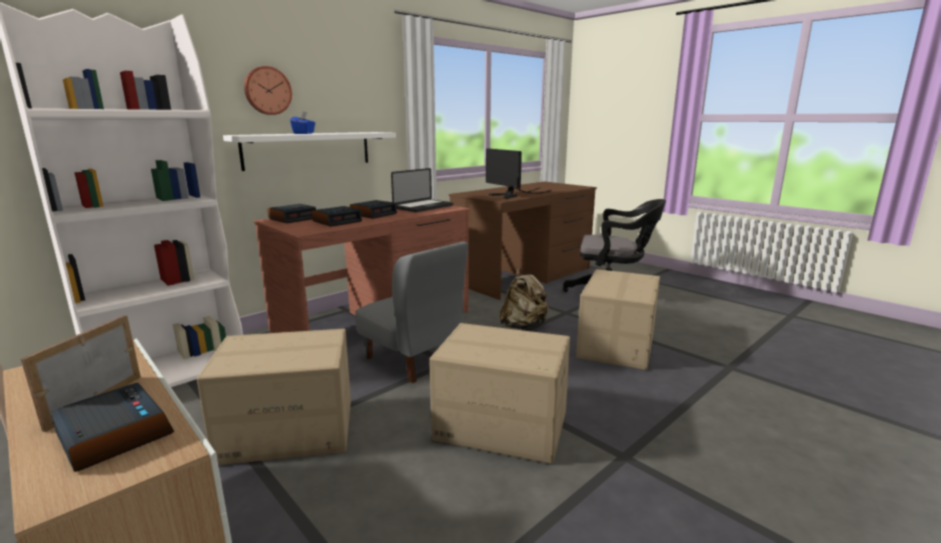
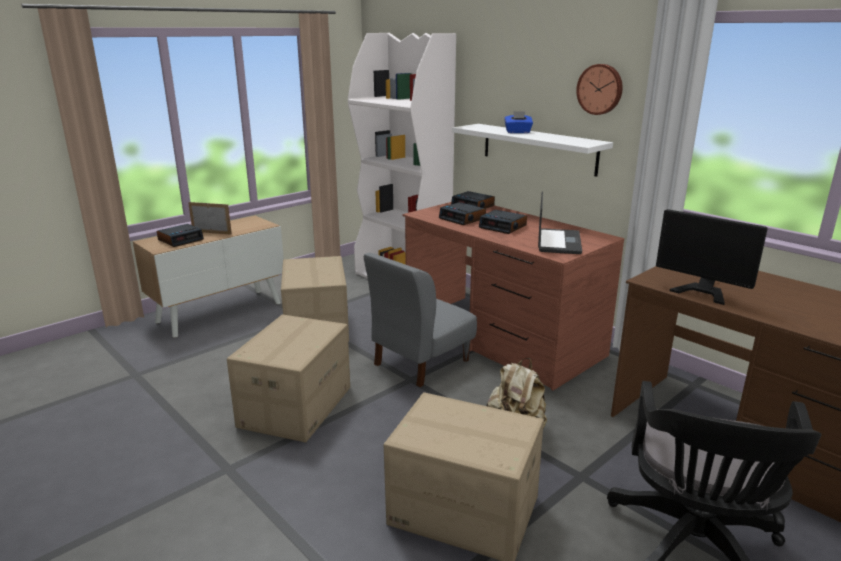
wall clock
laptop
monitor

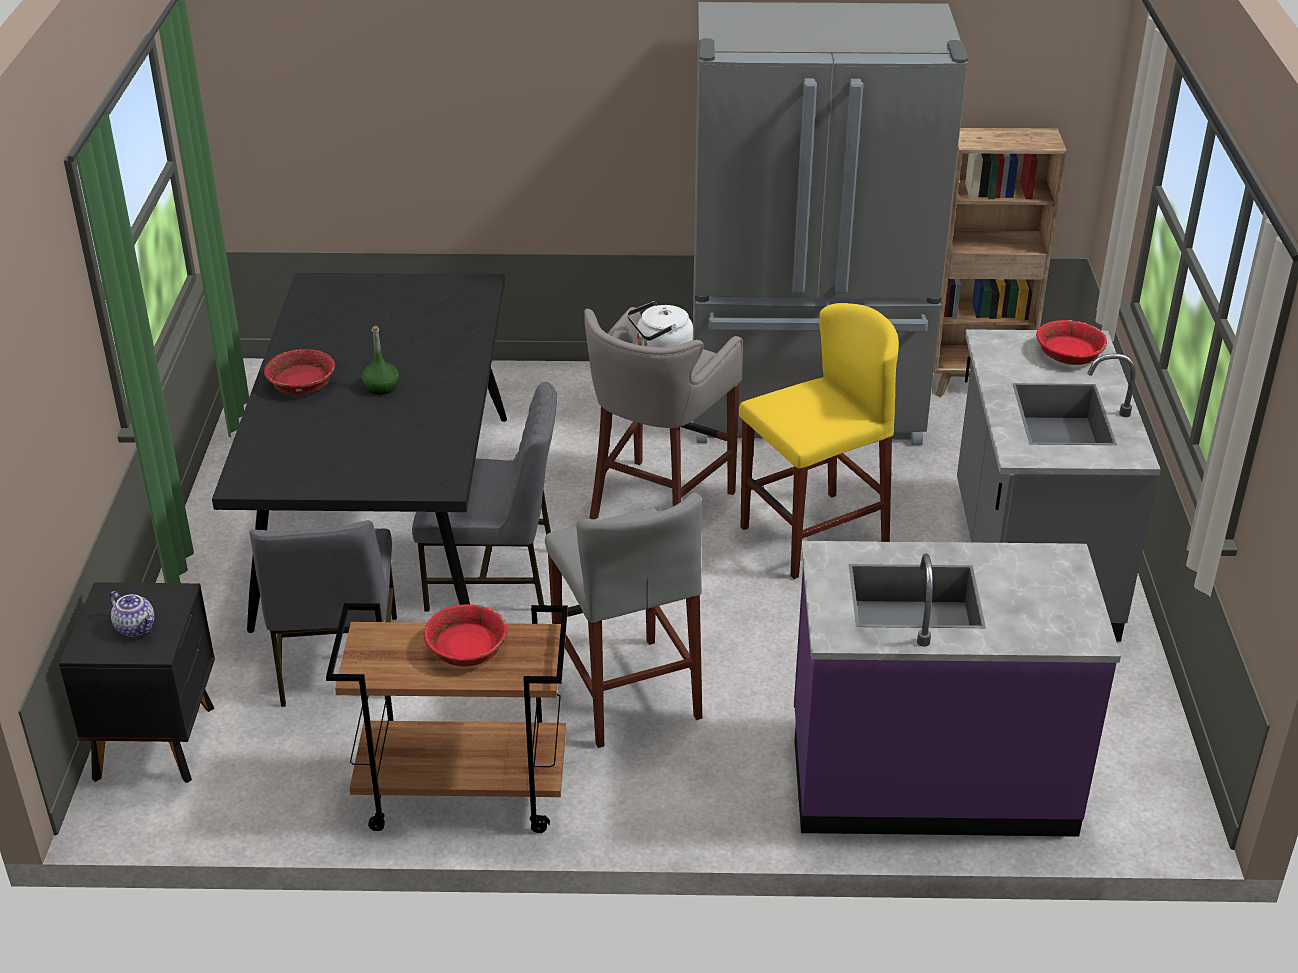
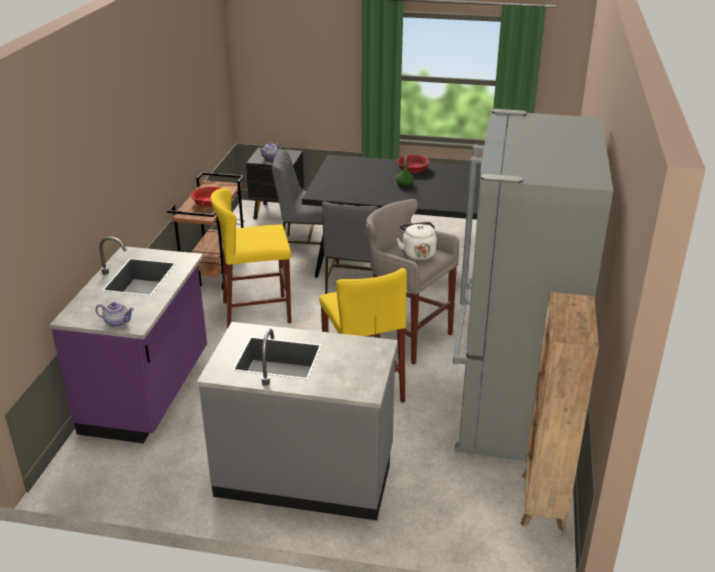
red bowl (3rd from left in the first image)
teapot (1st from left)
yellow stool (1st from left)

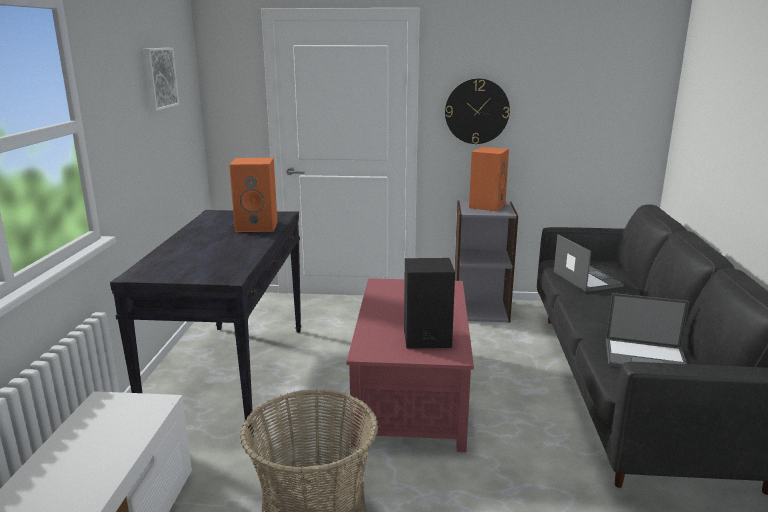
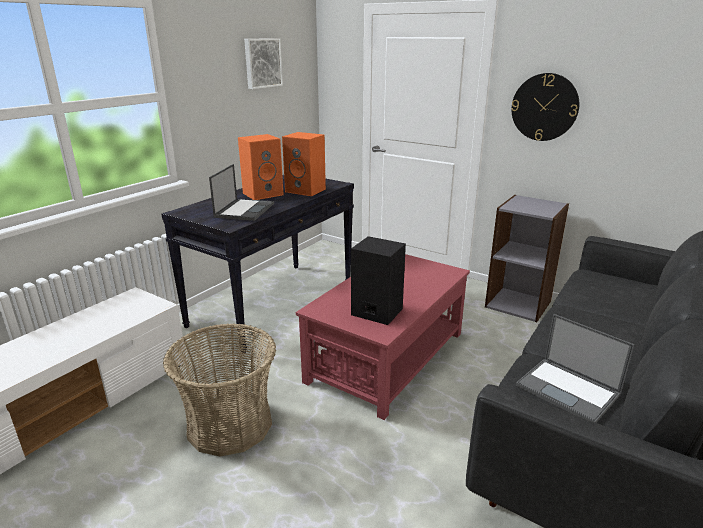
orange speaker (1st from left)
laptop (1st from left)

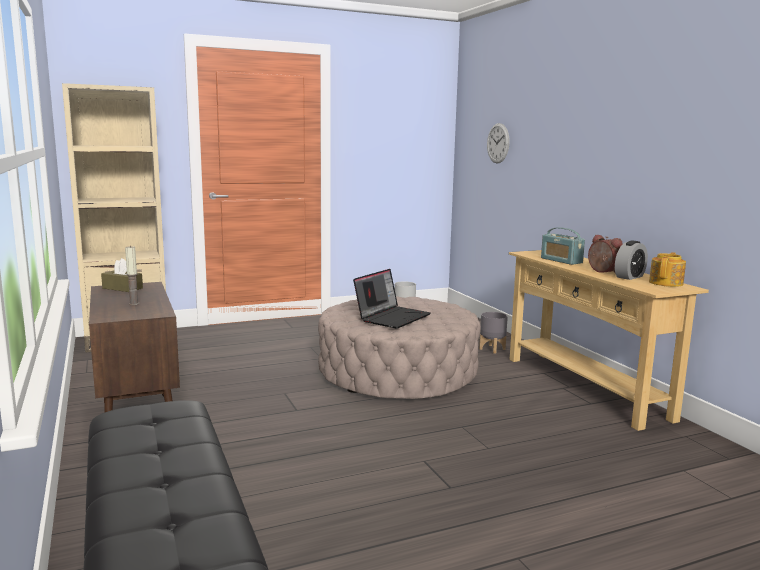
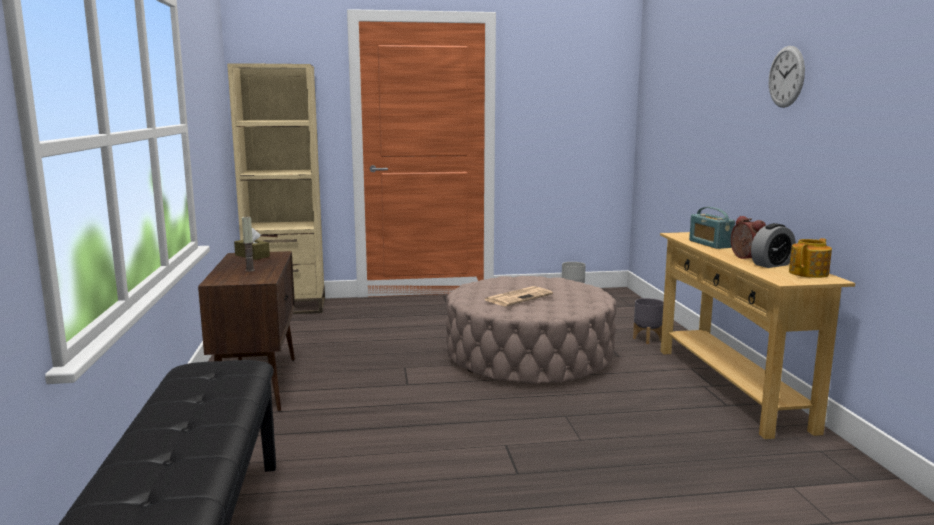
wall clock
newspaper

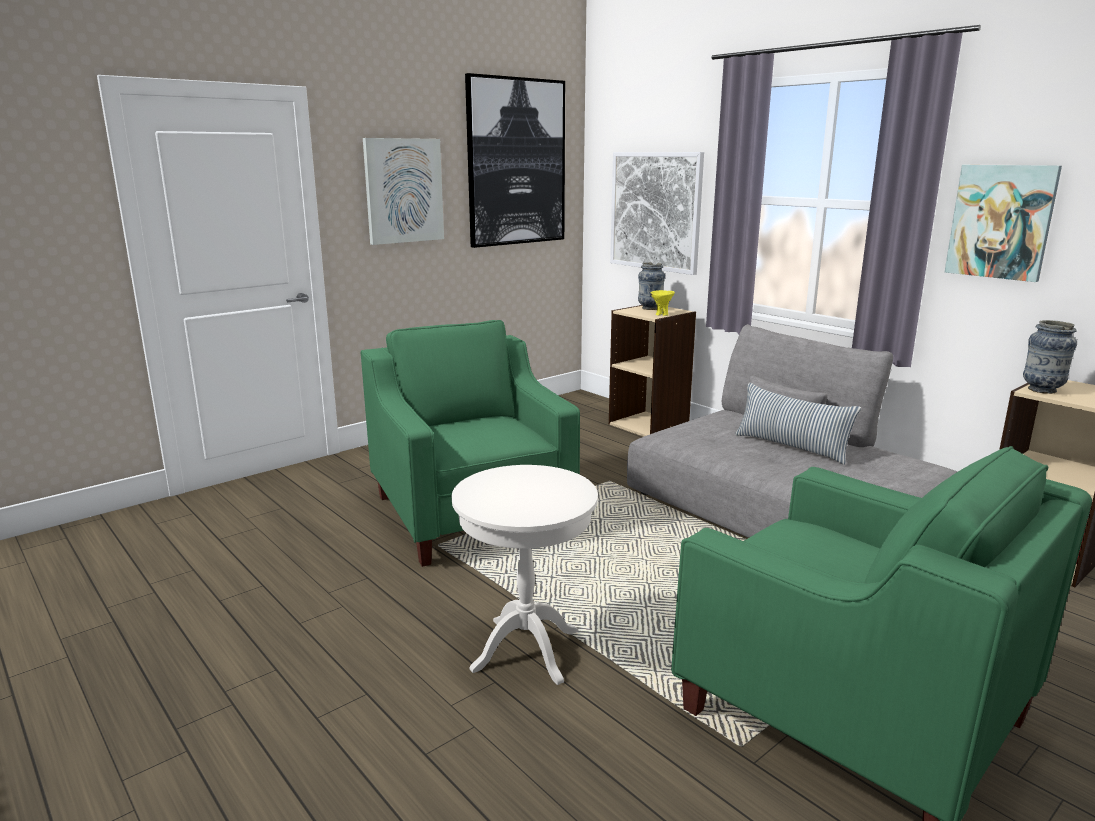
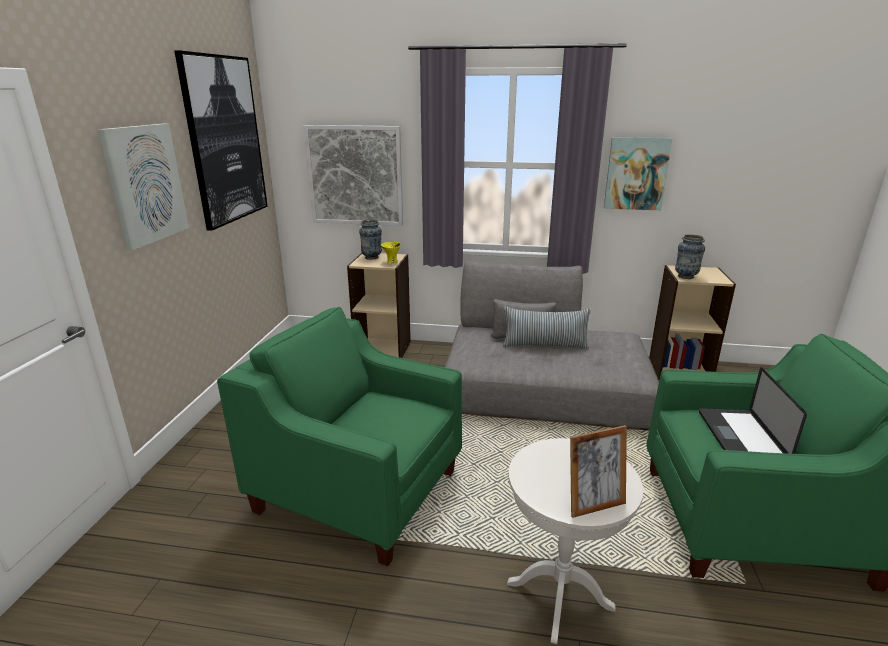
picture frame
laptop

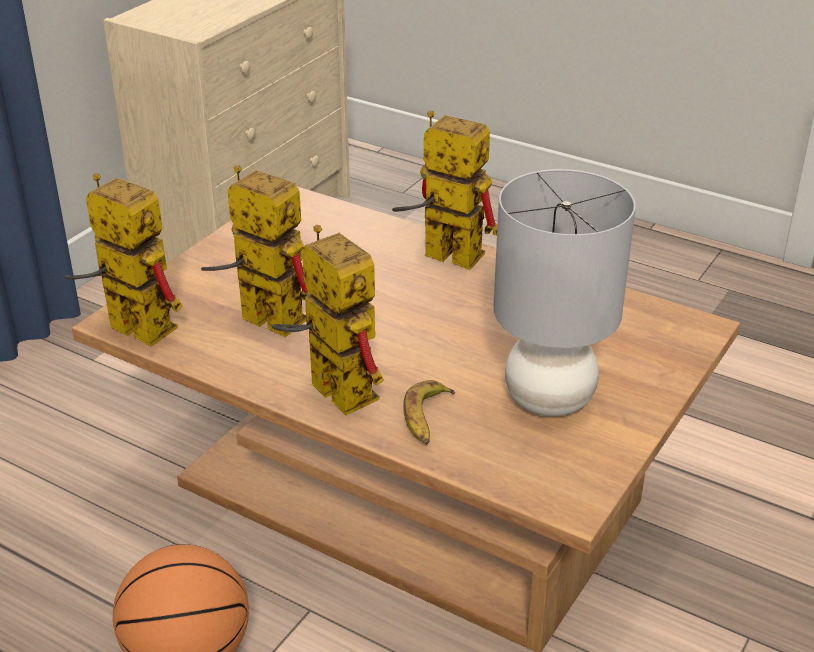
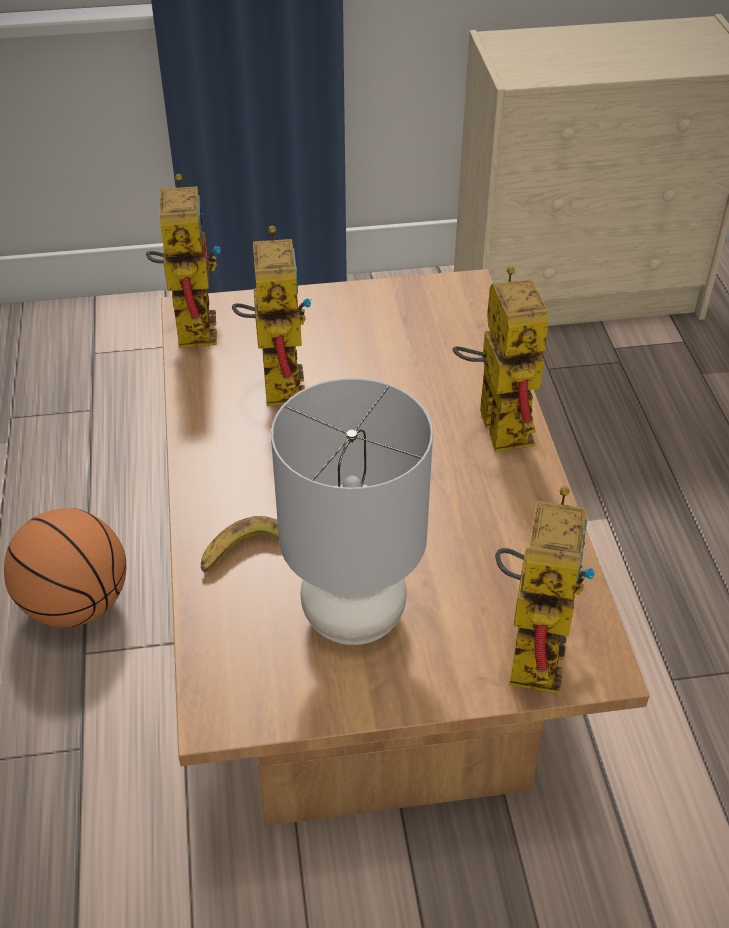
toy robot (4th from left)

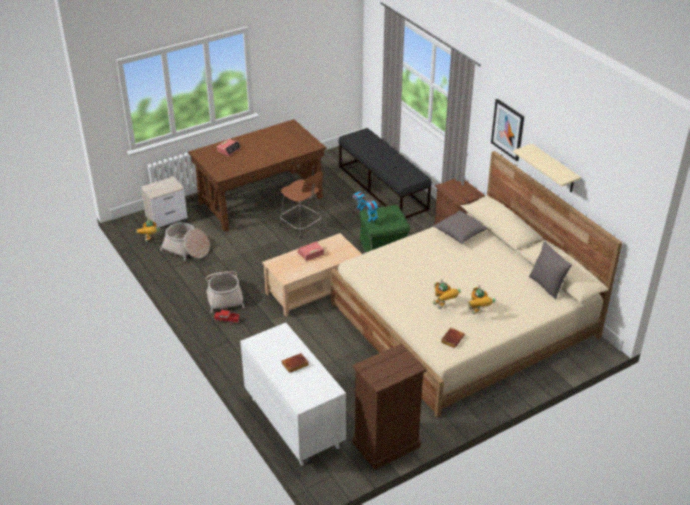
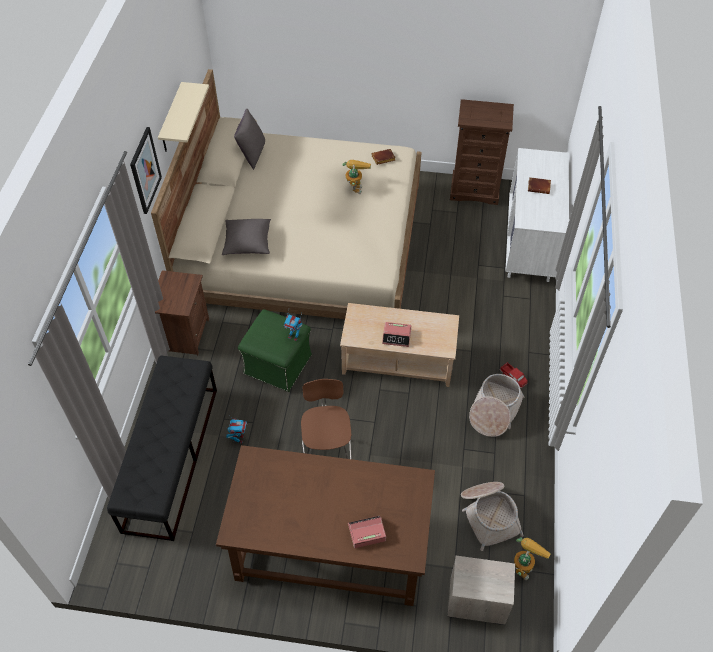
toy robot (5th from left in the first image)

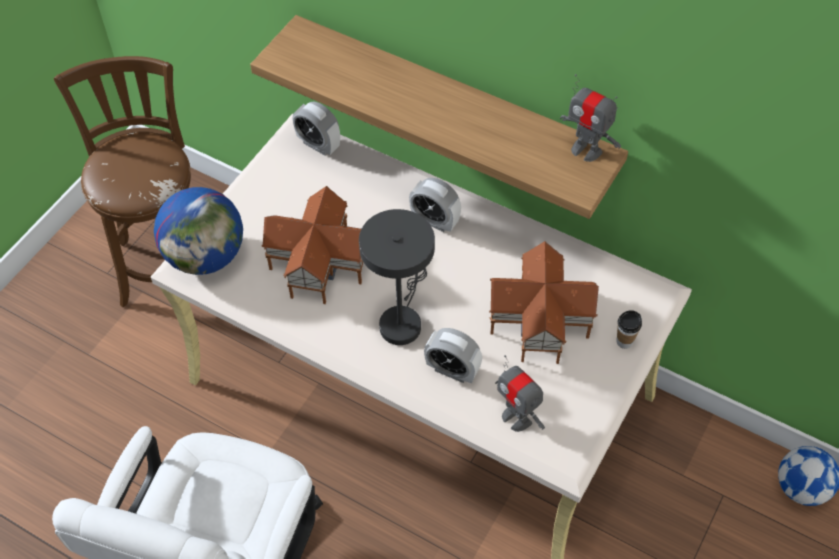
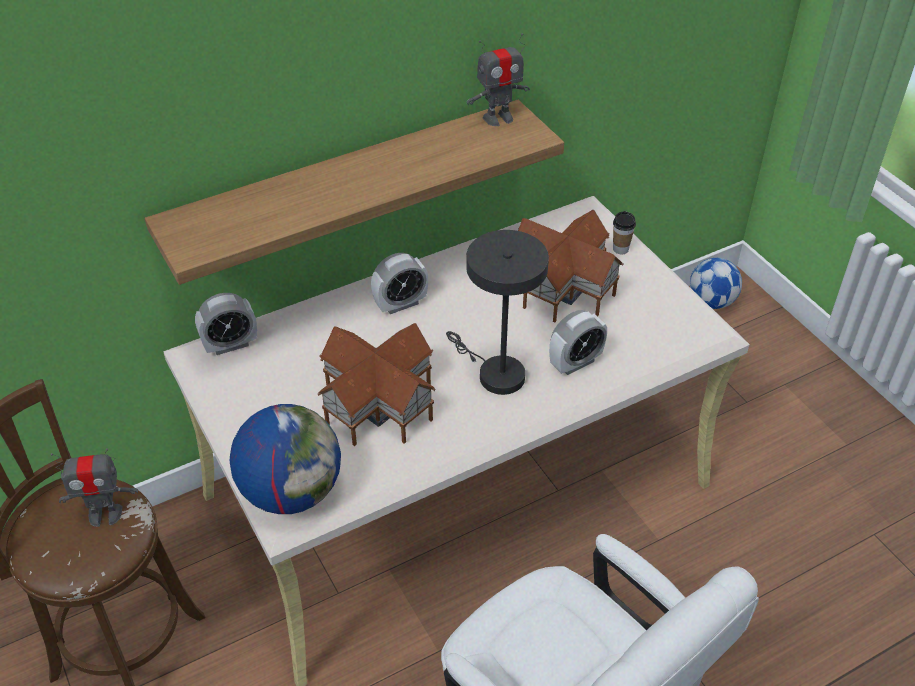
toy robot (1st from left)

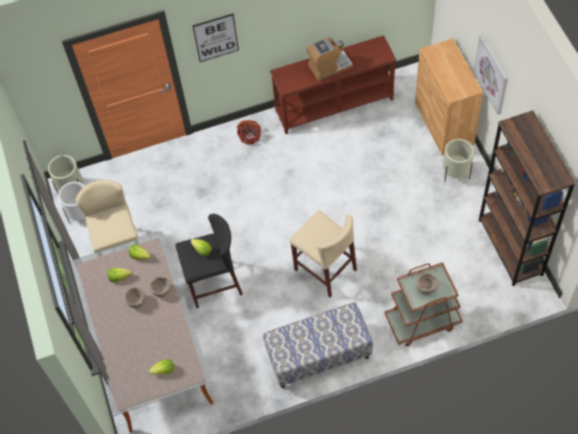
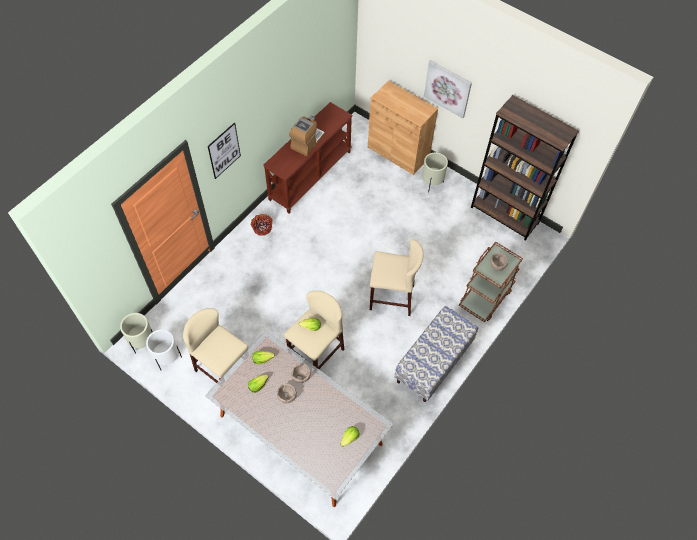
beige stool (2nd from left)

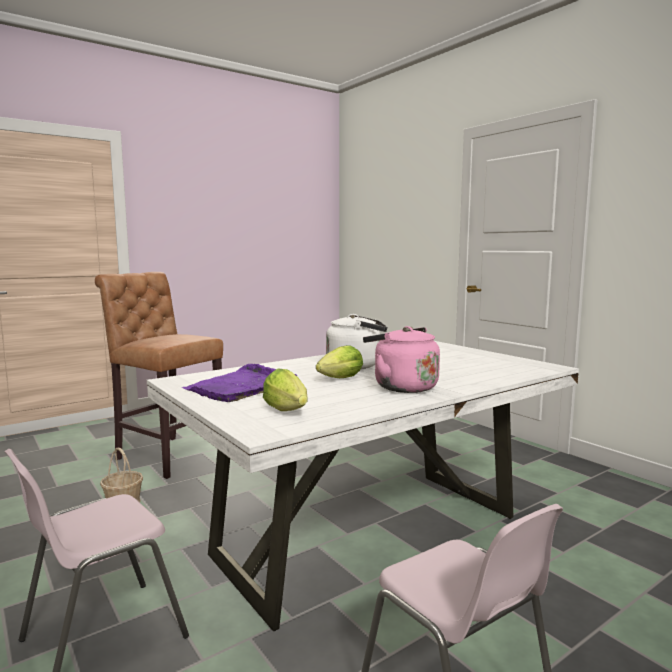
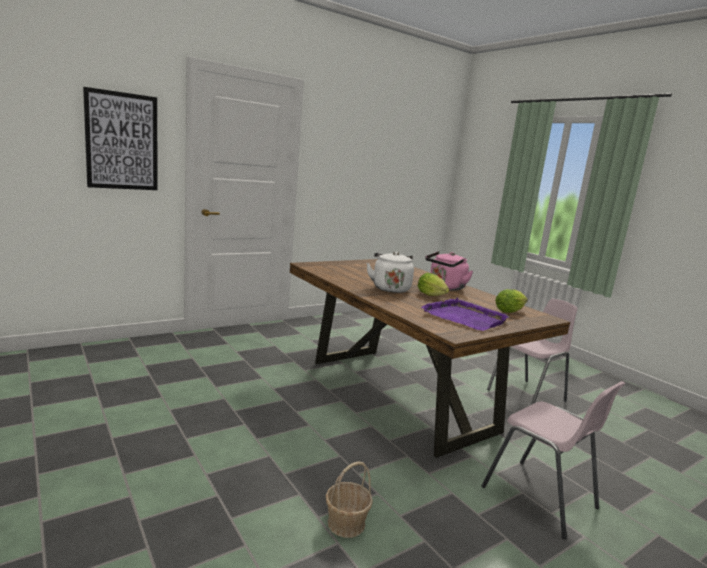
brown stool
picture
brown dining table

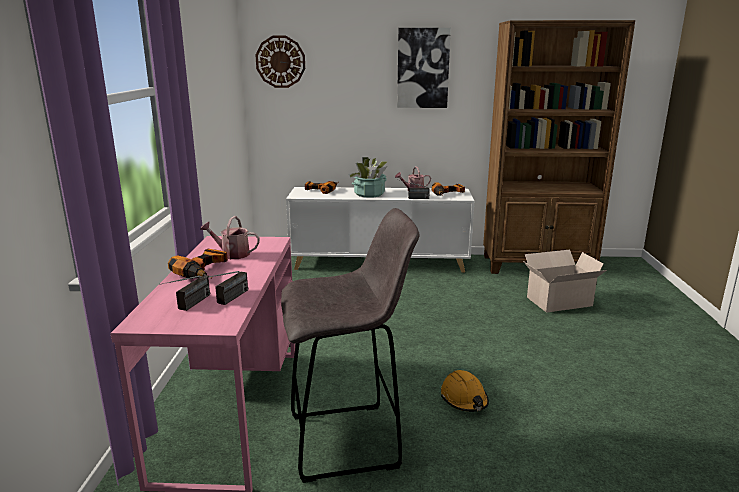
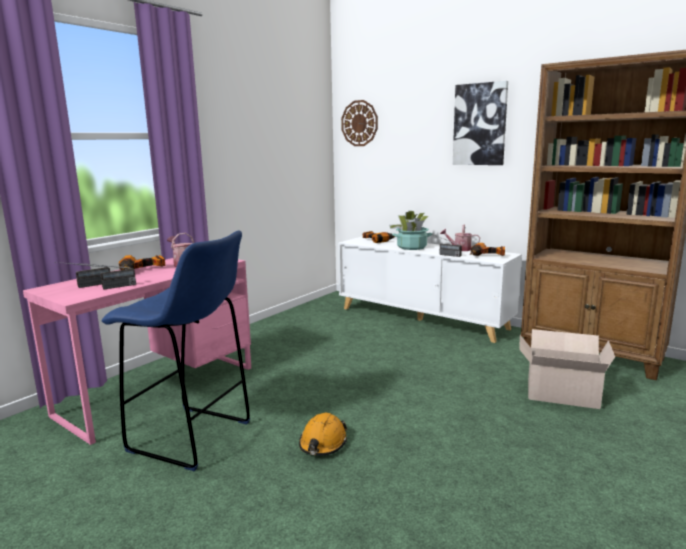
blue stool

